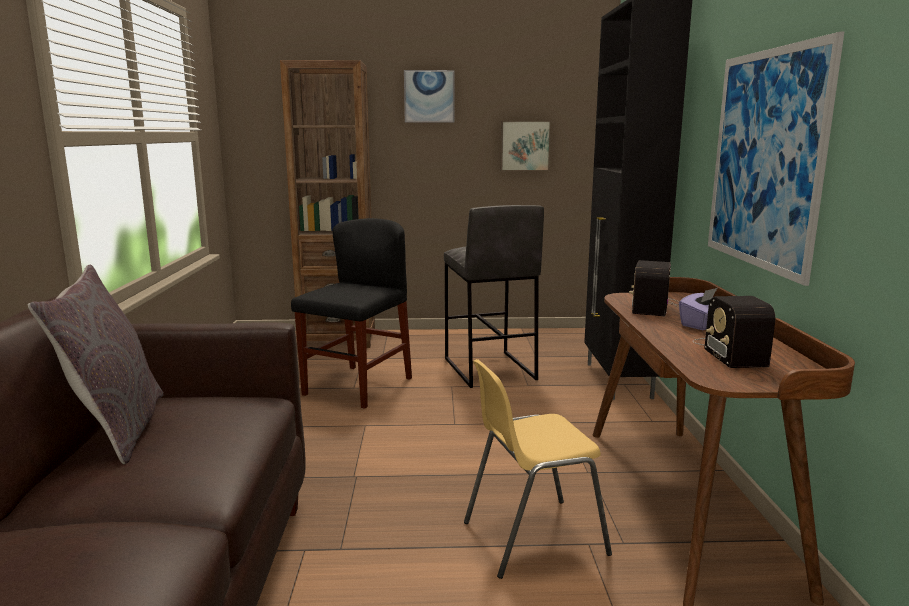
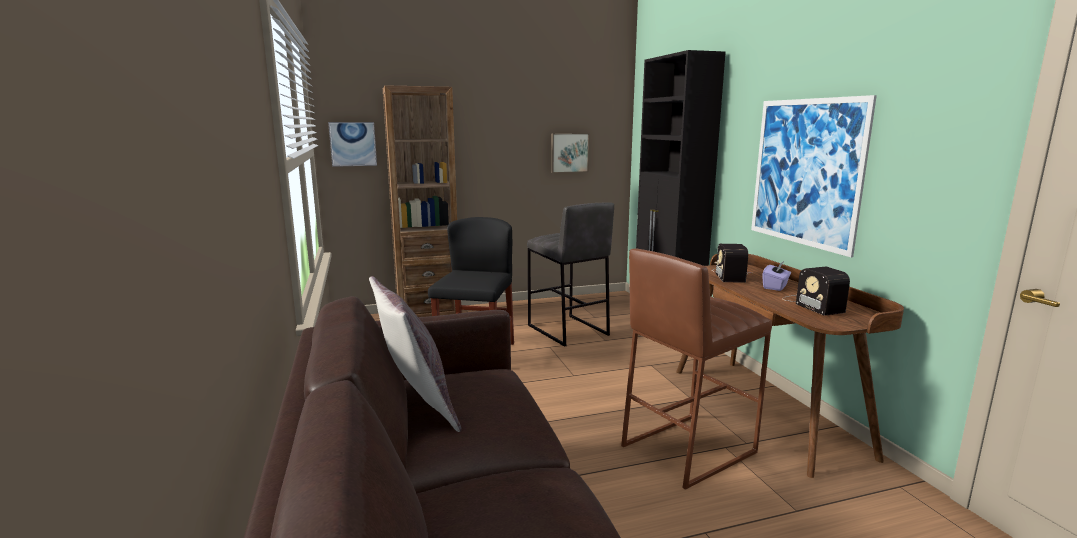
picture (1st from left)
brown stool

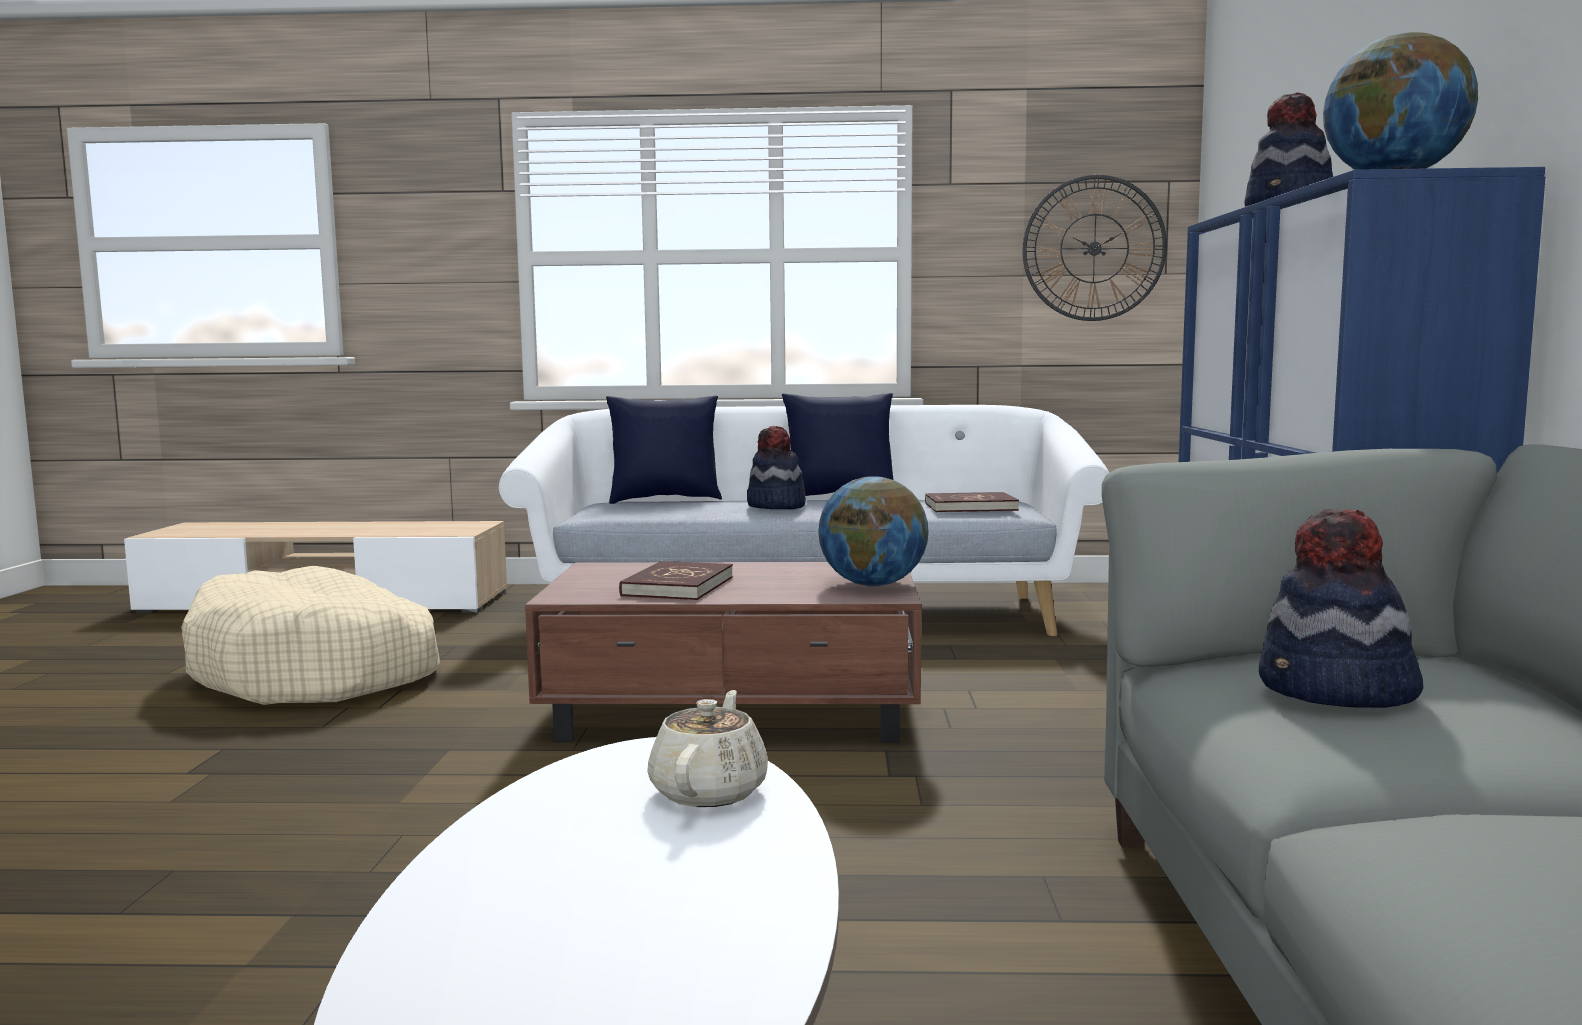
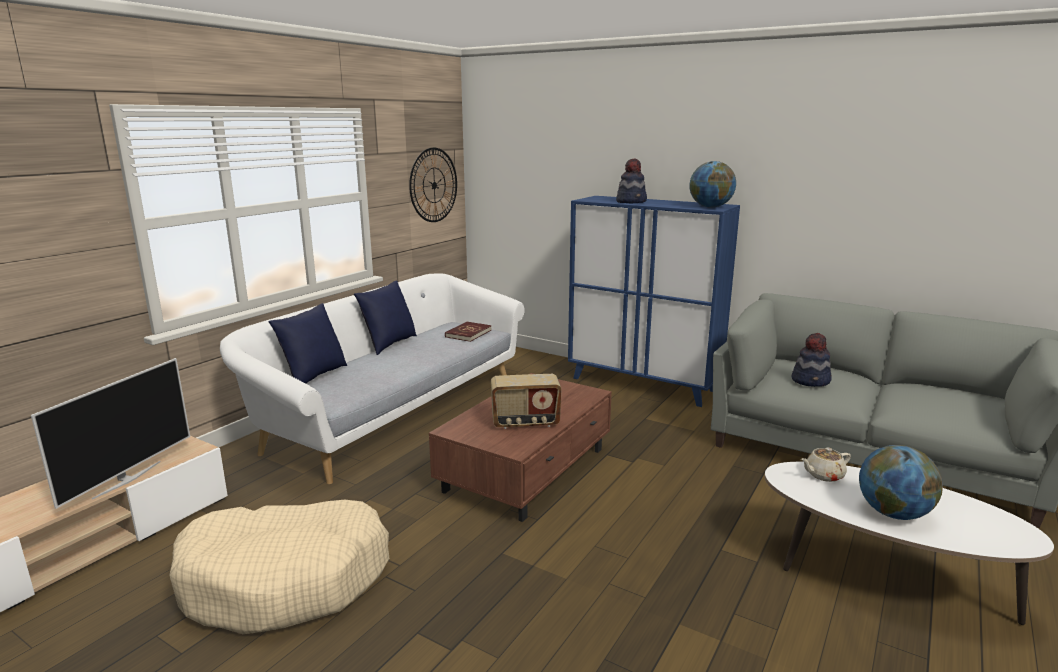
hat (1st from left in the first image)
television
globe (2nd from left)
radio
beige teapot

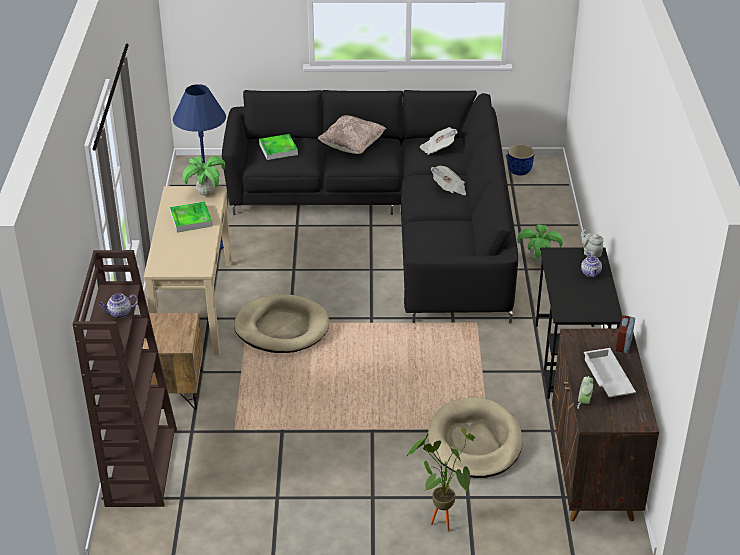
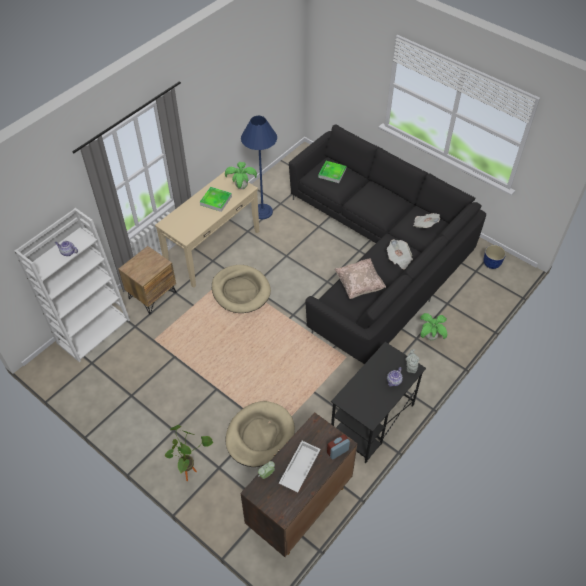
beige pillow
white bookcase

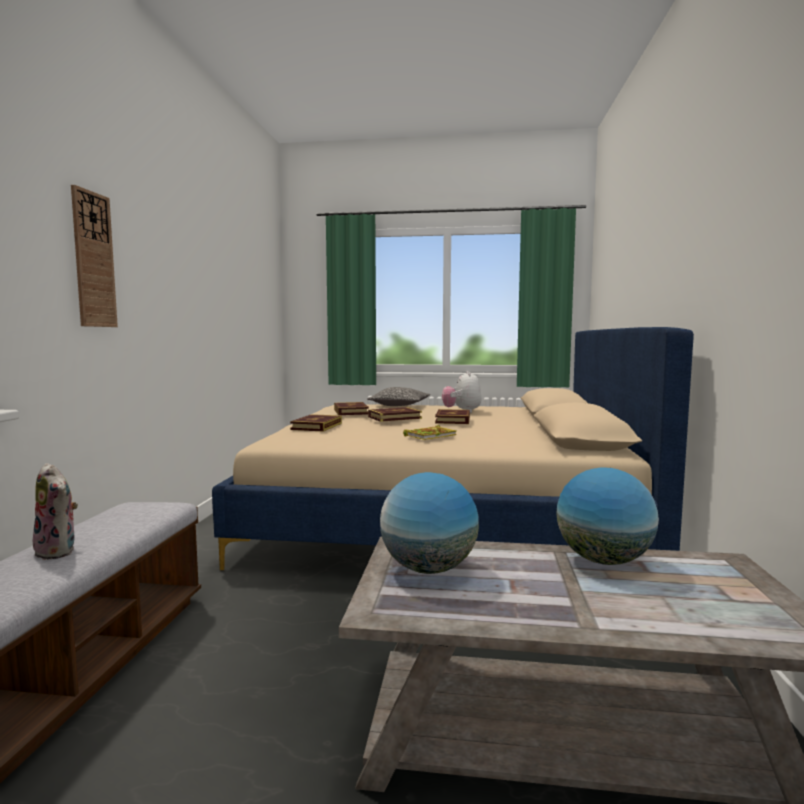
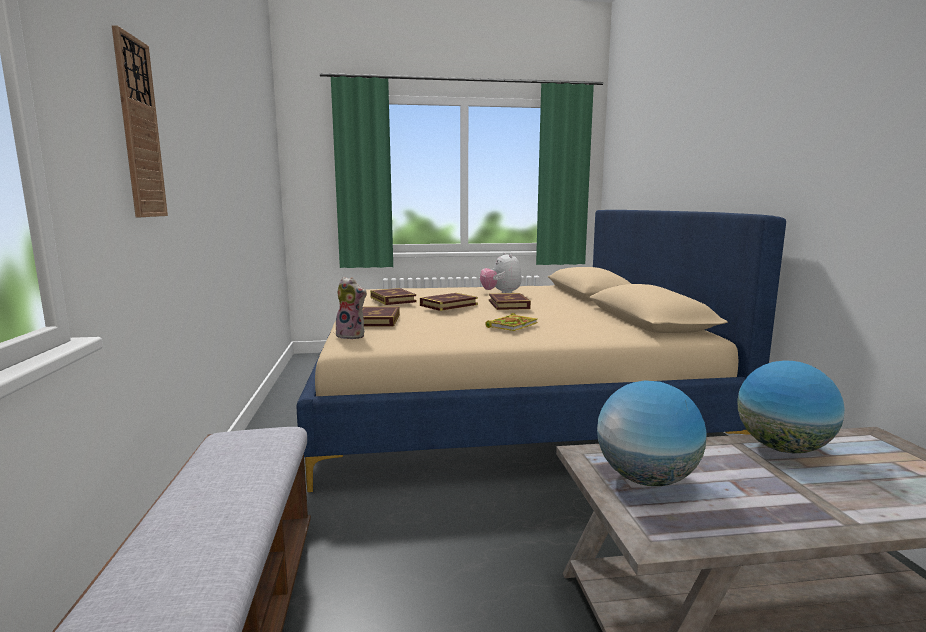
pillow
plush toy (1st from left)

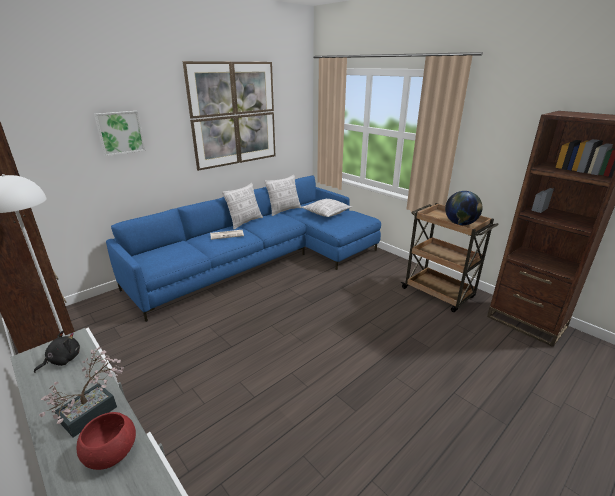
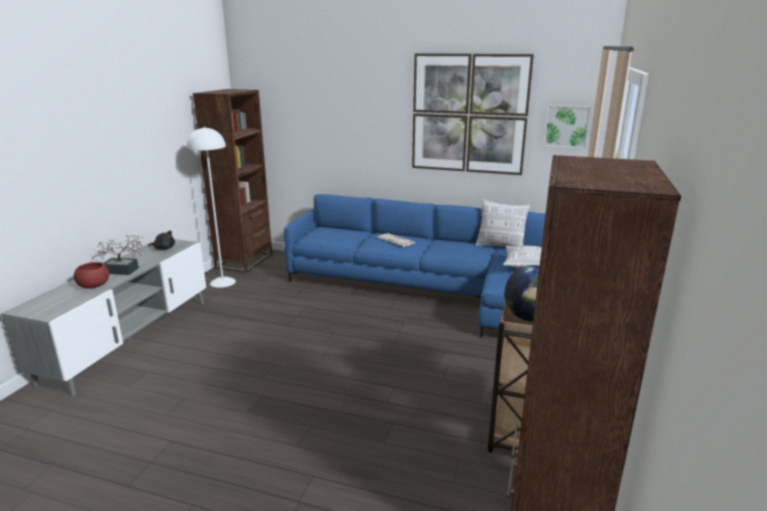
pillow (1st from left in the first image)
picture (2nd from left)

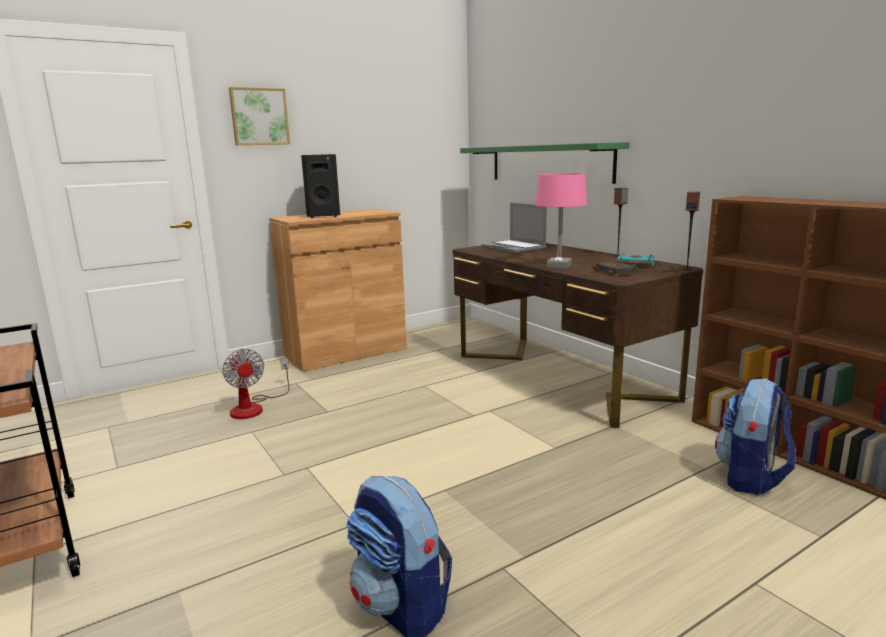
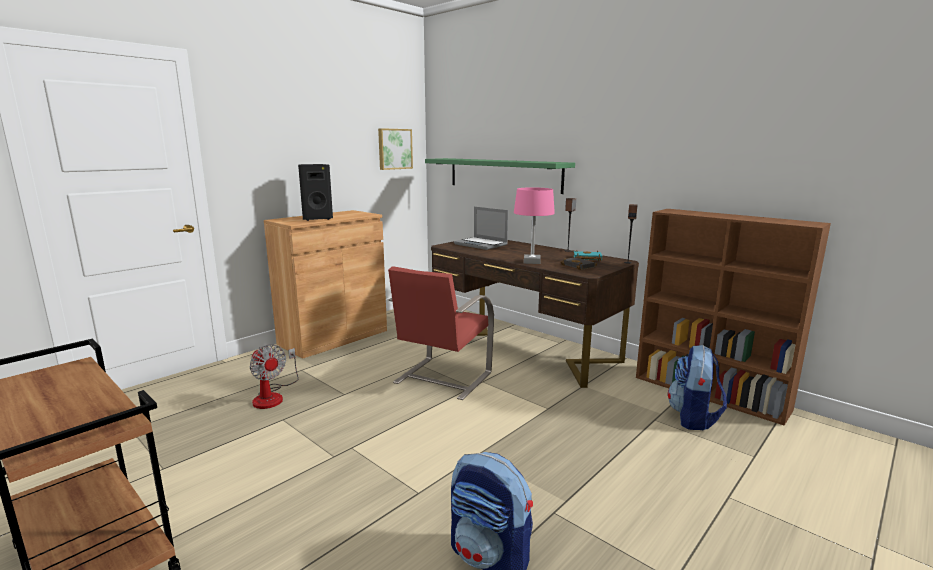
red chair
picture

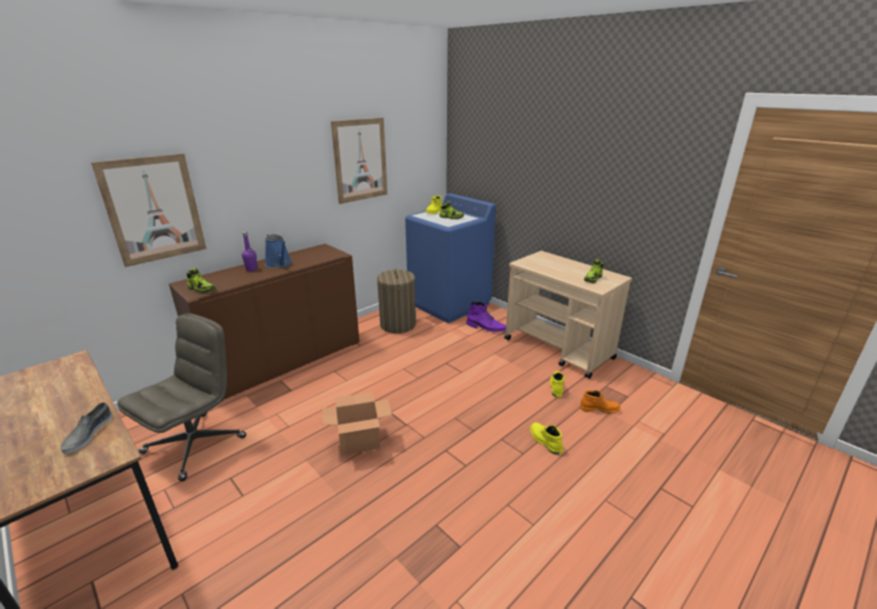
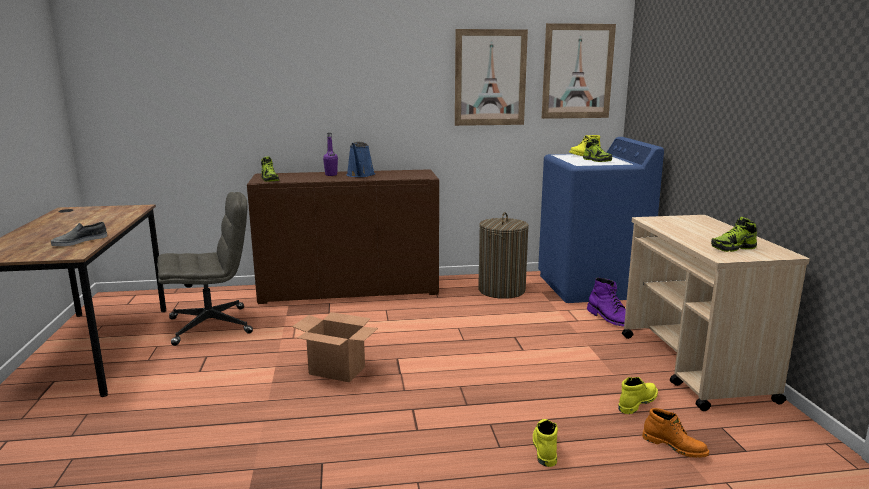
picture (2nd from left)

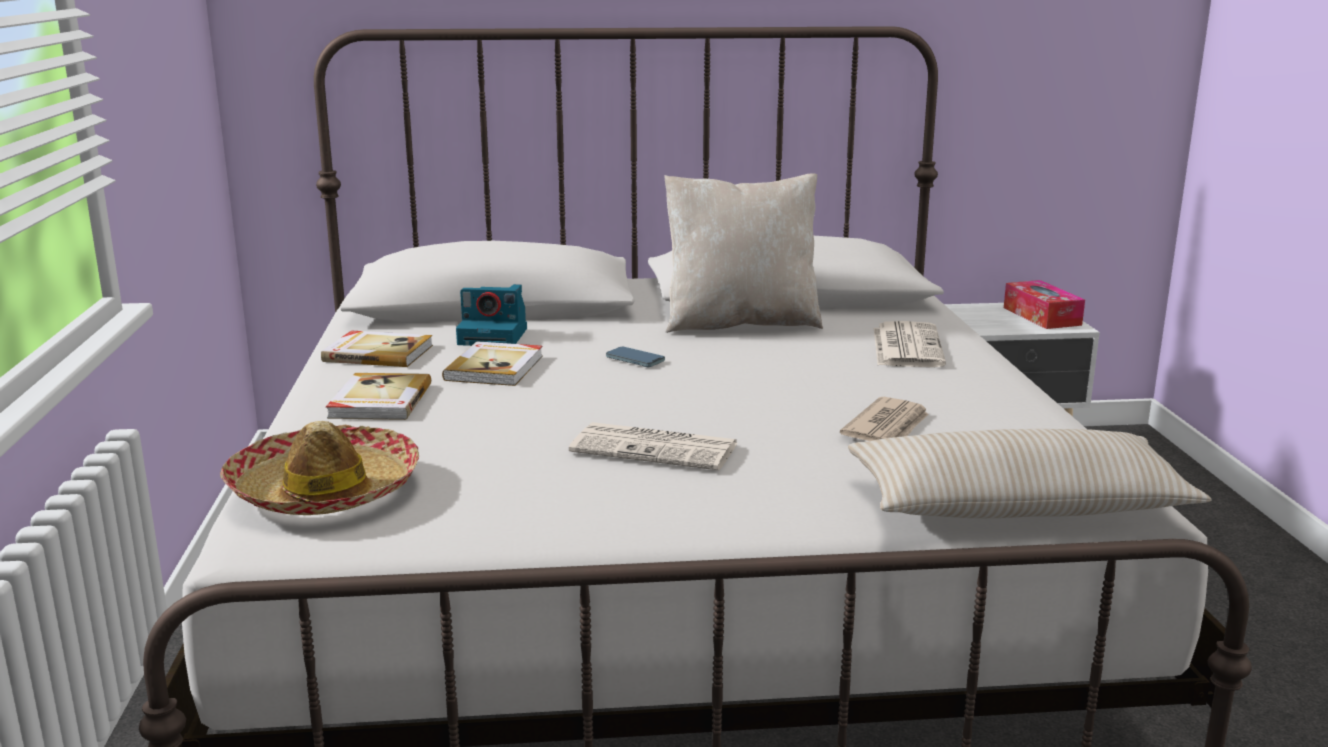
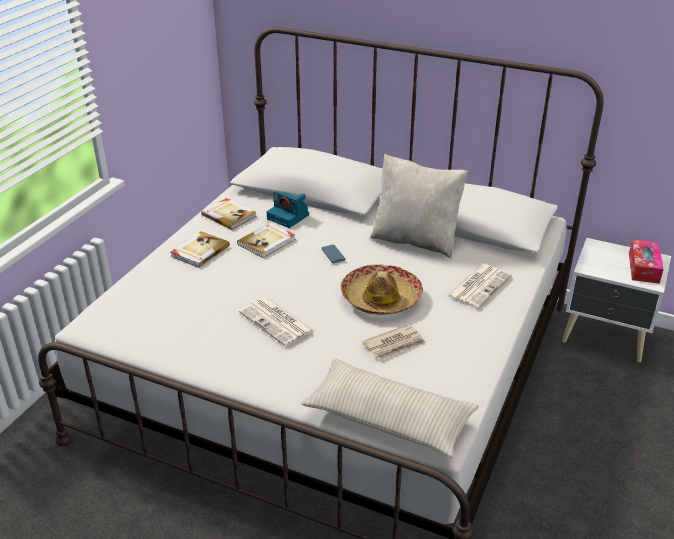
hat

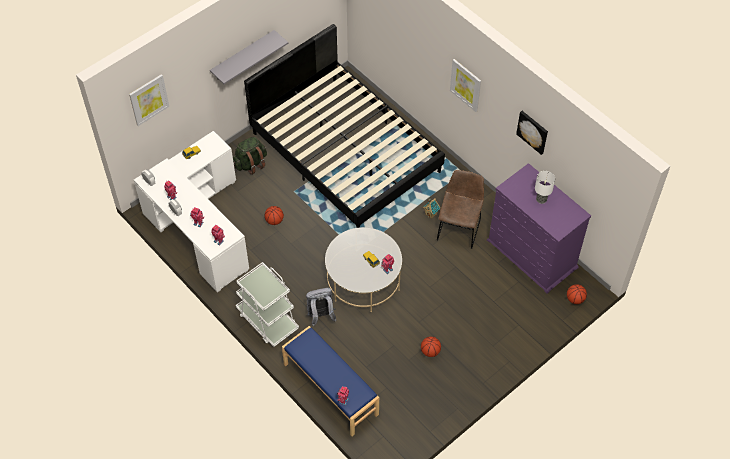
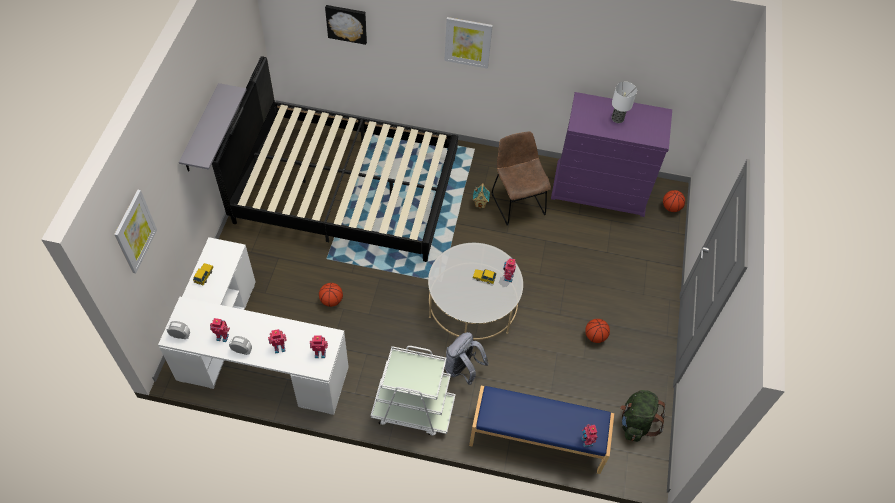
green backpack
picture (2nd from left)

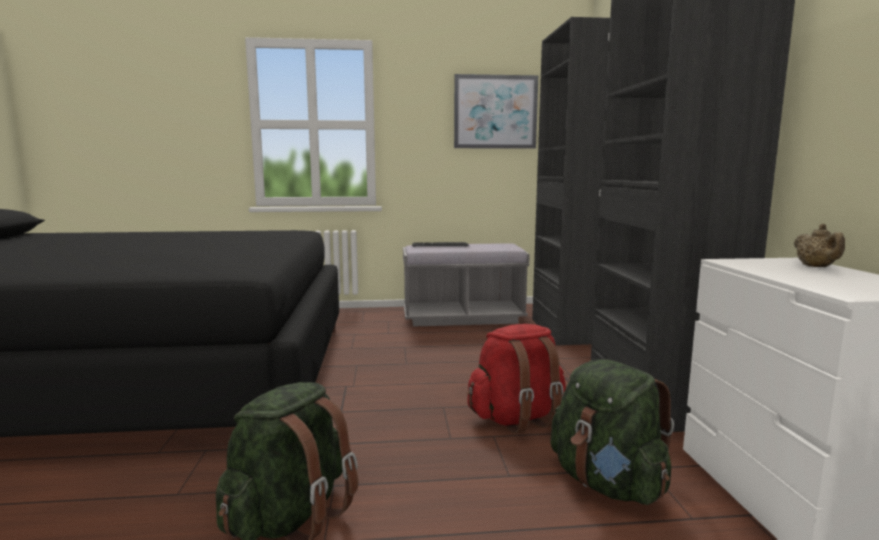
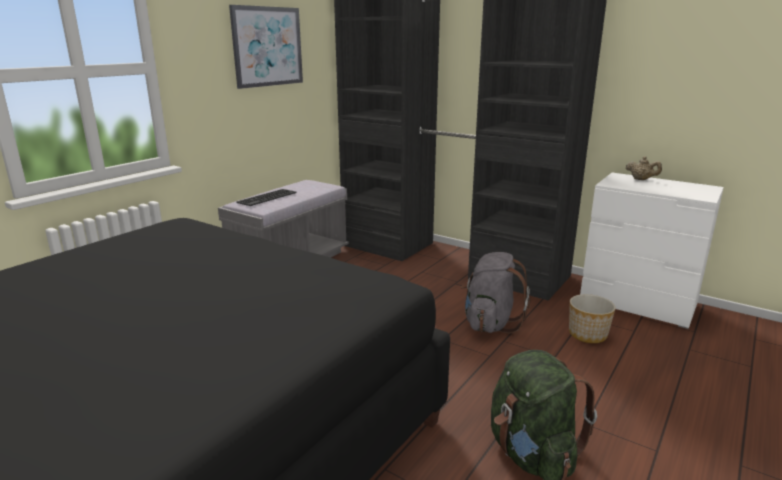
planter
grey backpack

